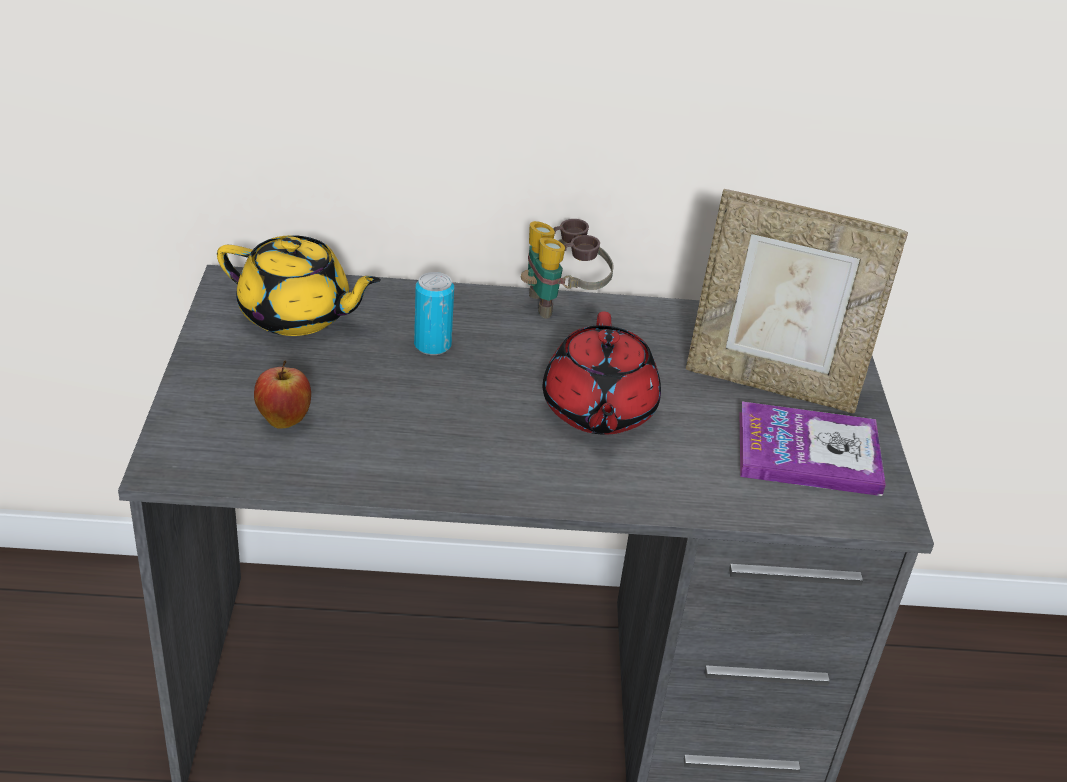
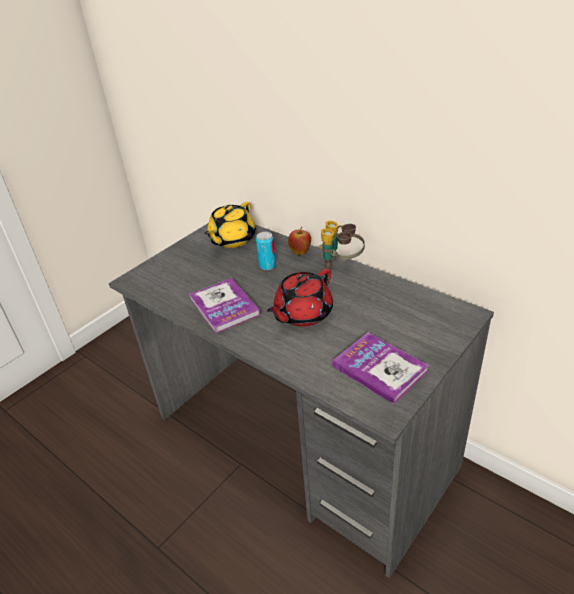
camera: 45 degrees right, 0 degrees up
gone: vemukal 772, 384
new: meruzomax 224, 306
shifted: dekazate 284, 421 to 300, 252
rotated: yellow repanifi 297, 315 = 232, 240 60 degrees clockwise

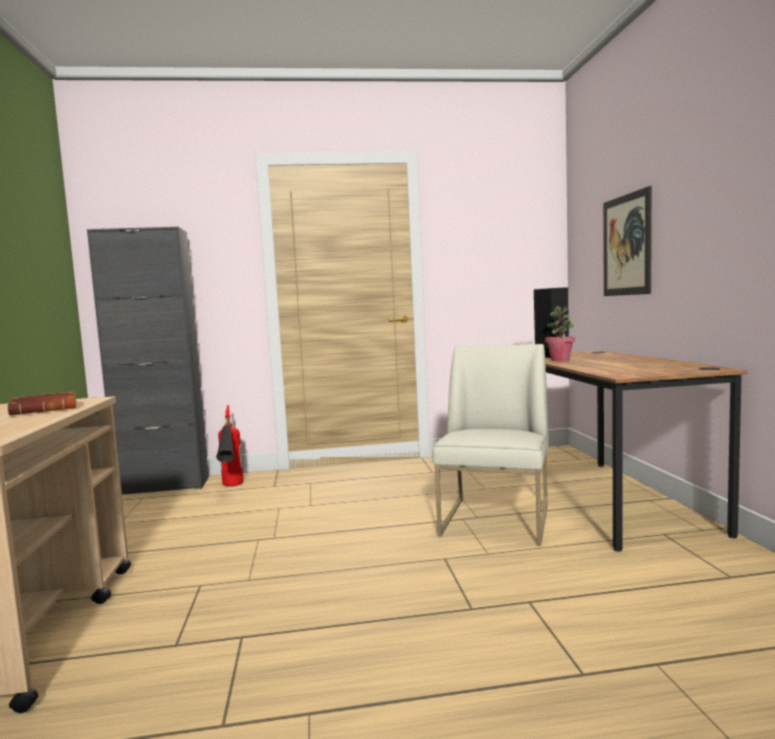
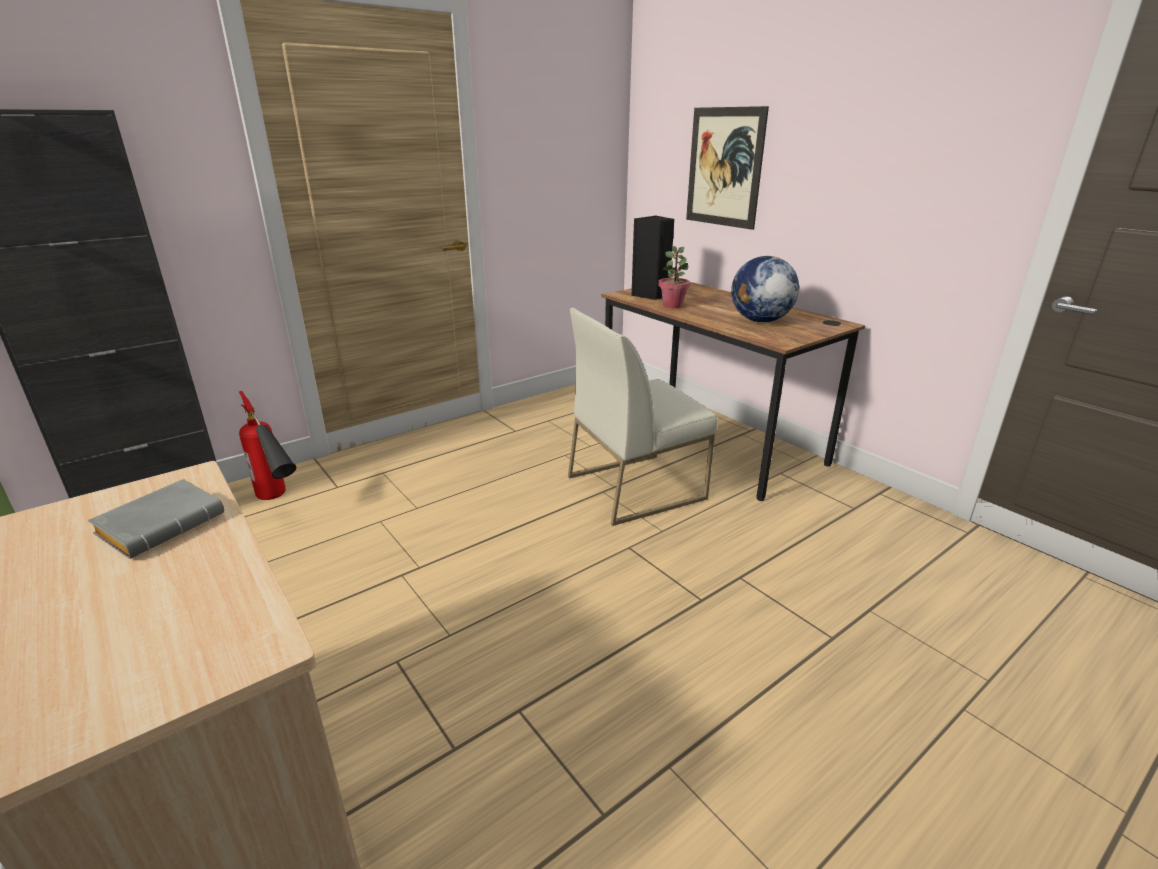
camera: 30 degrees left, 20 degrees up
new: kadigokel 759, 321
repainted: brown meruzomax 46, 409 to grey meruzomax 163, 524
rotated: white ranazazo 496, 520 = 636, 487 105 degrees counterclockwise

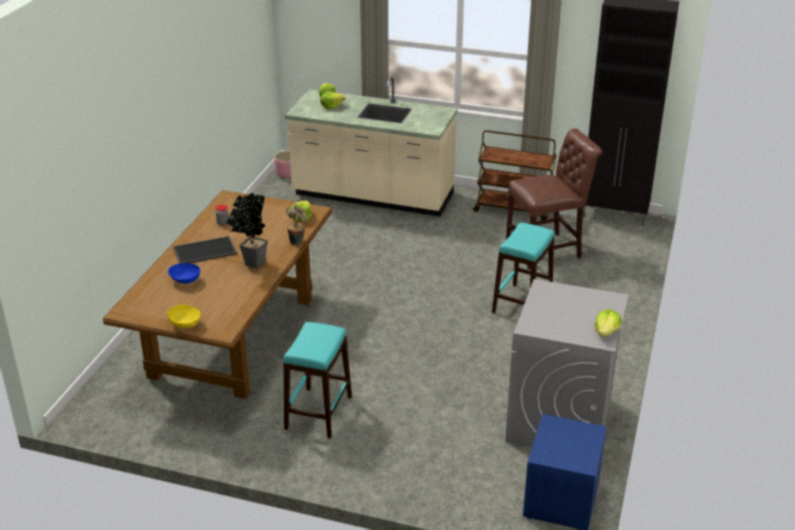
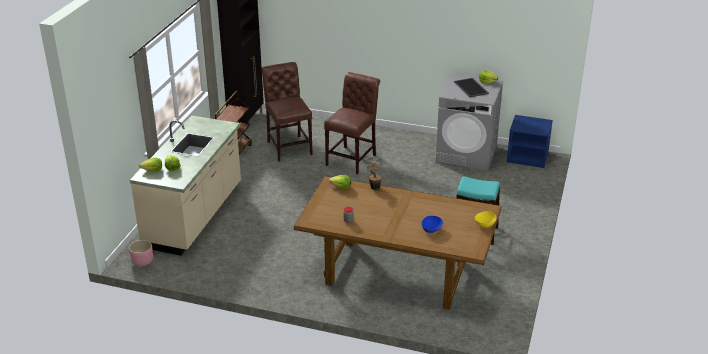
camera: 90 degrees left, 0 degrees up
gone: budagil 252, 264
shifted: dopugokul 204, 251 to 471, 88
swapped: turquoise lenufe 522, 303 to brown ranazazo 353, 158

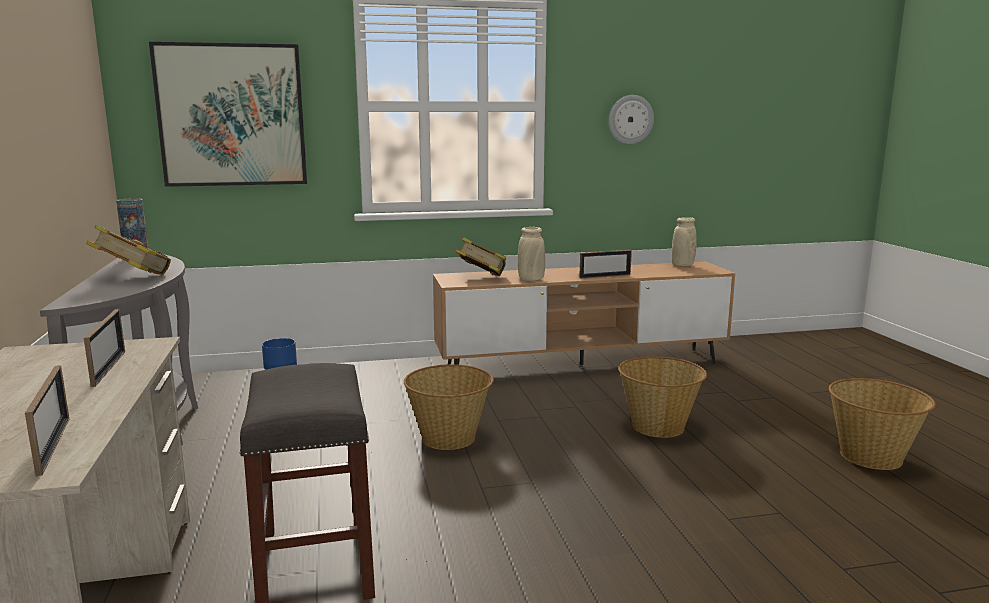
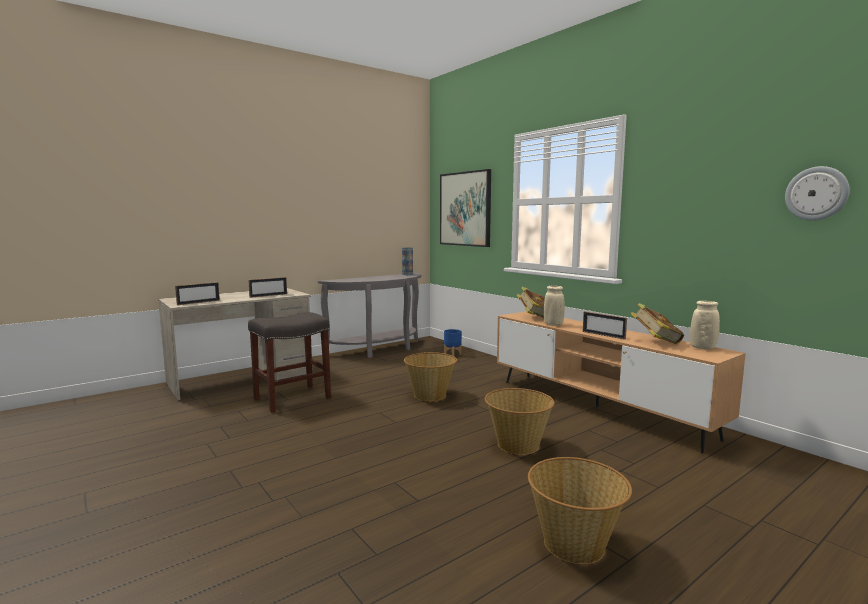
camera: 65 degrees right, 5 degrees down
shifted: meruzomax 133, 278 to 655, 341; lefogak 630, 119 to 816, 193

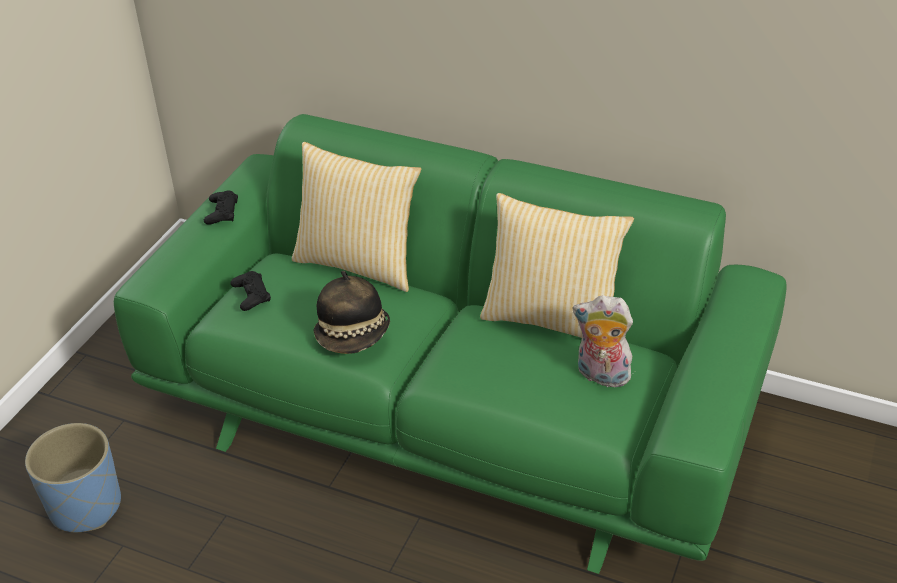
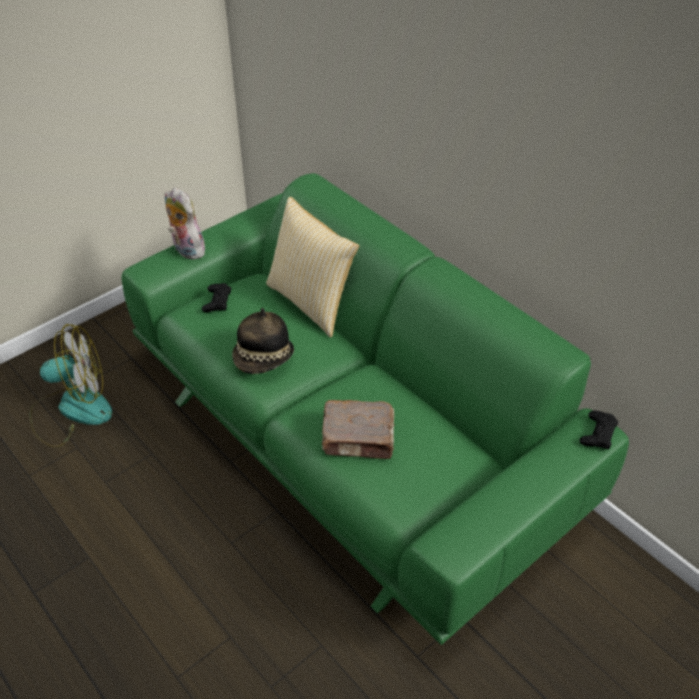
camera: 25 degrees right, 5 degrees up
gone: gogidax 552, 318
new: brown meruzomax 359, 439
shifted: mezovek 600, 376 to 186, 250; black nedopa 221, 212 to 598, 433
swapped: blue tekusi 85, 506 to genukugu 72, 410

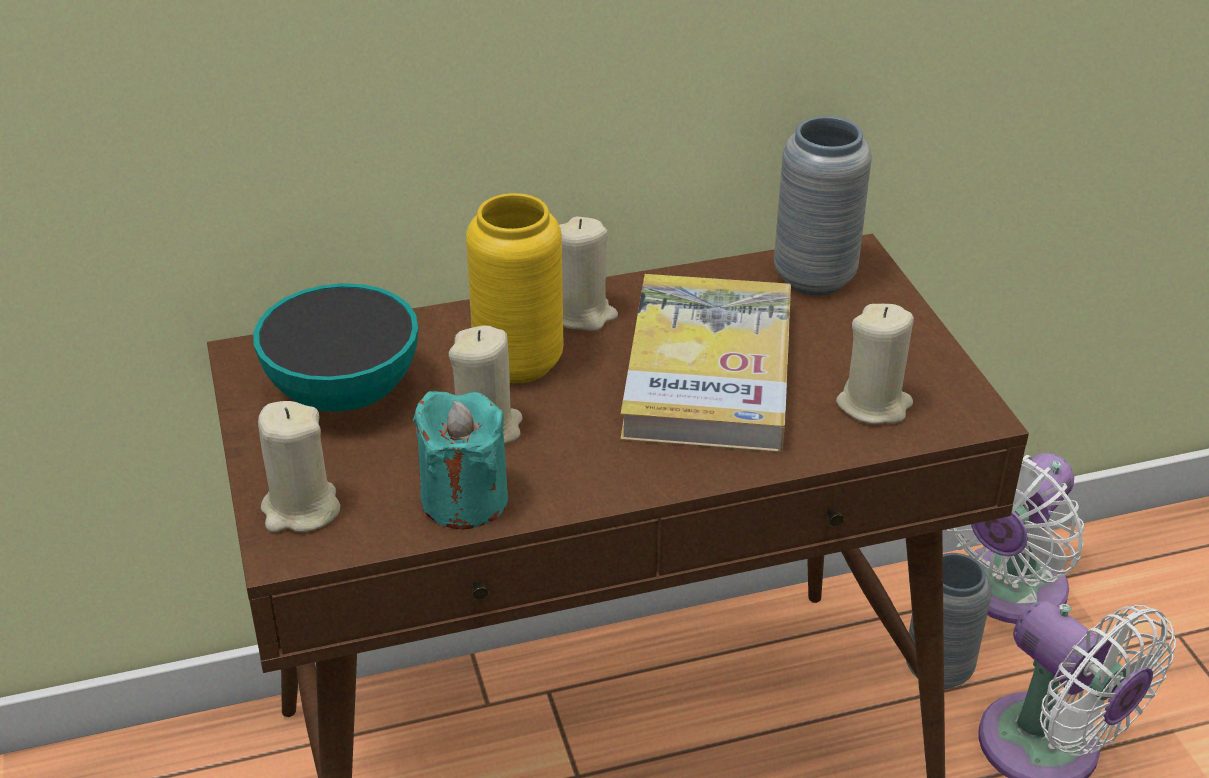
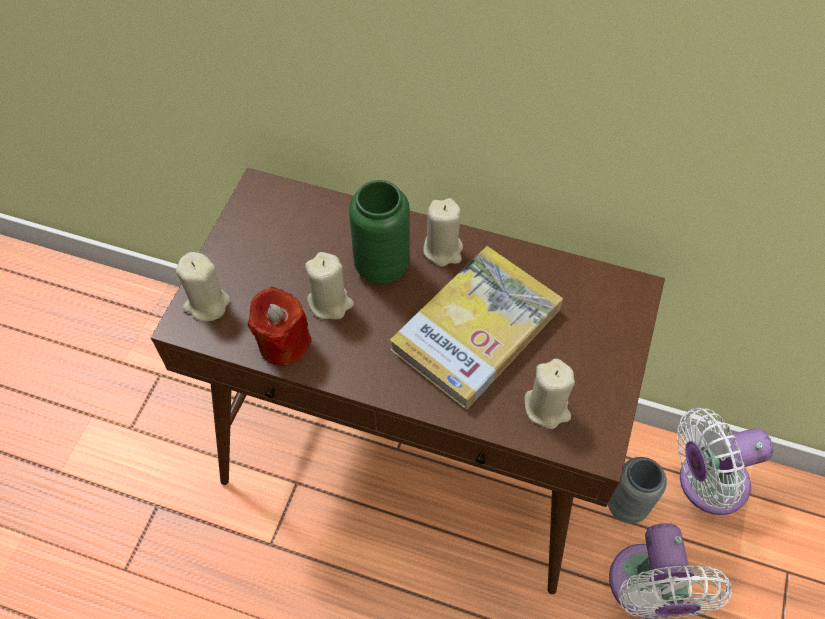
camera: 35 degrees right, 20 degrees up
gone: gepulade 344, 394; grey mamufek 814, 278
repainted: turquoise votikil 464, 500 to red votikil 283, 343; yellow mamufek 518, 363 to green mamufek 382, 266

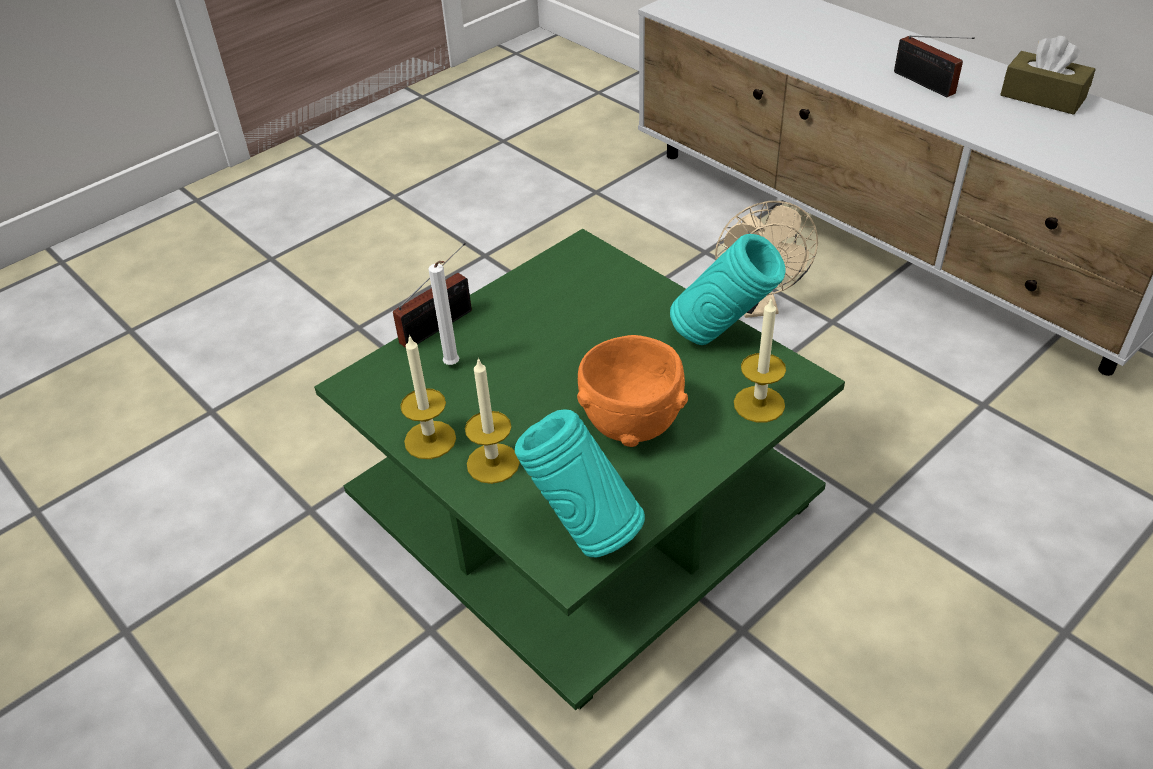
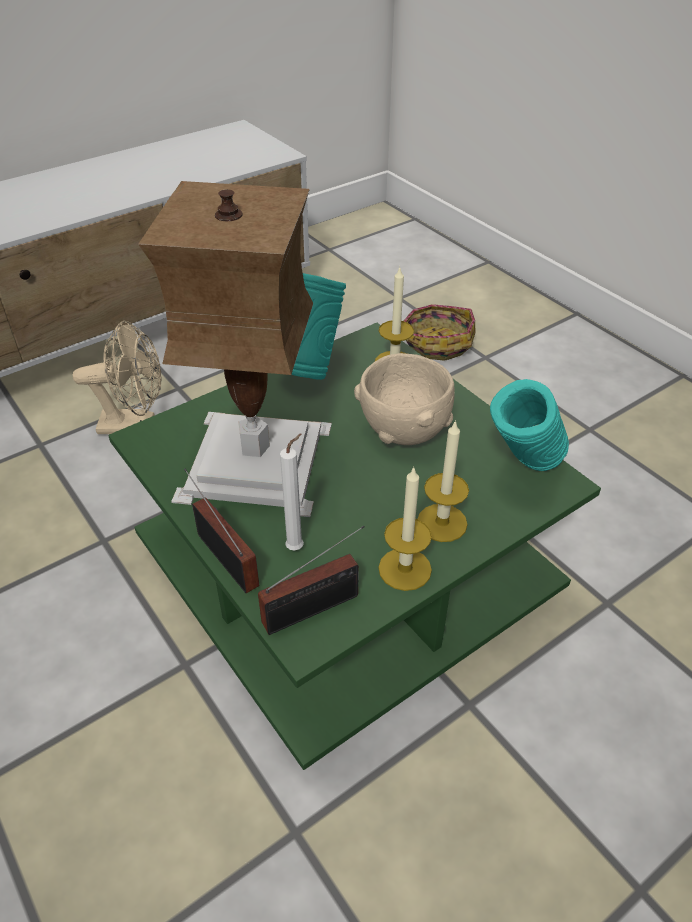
camera: 85 degrees left, 0 degrees up
gone: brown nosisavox 1042, 97
new: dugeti 253, 458; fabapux 436, 342
shifted: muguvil 926, 84 to 316, 608
repainted: orange gepulade 632, 423 to beige gepulade 404, 431

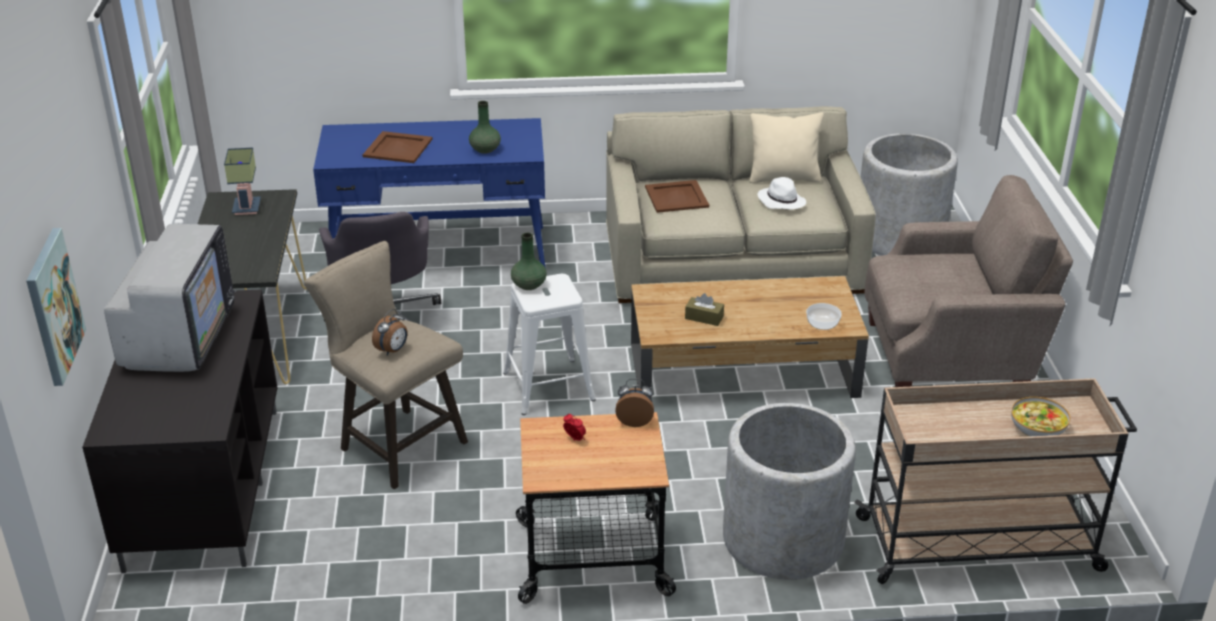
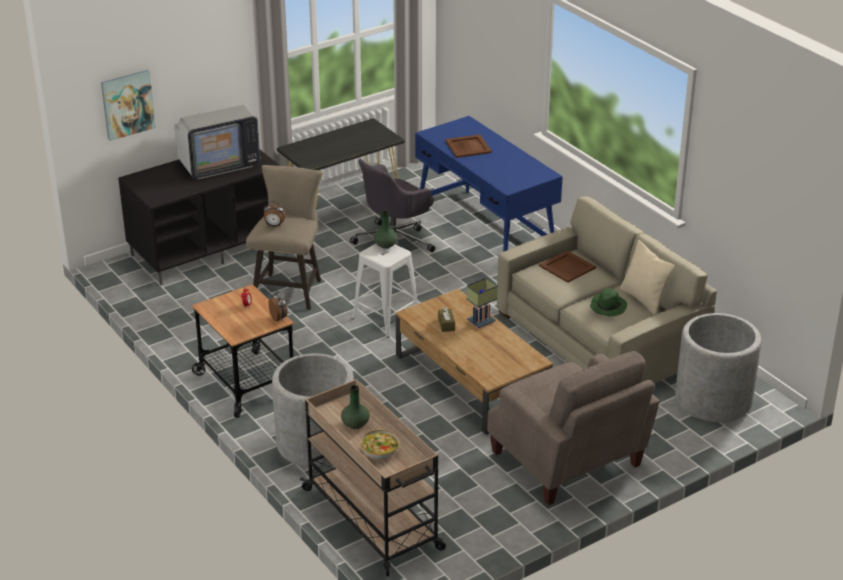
camera: 60 degrees right, 0 degrees up
gone: gepulade 823, 324
shifted: green mamufek 485, 149 to 355, 424; dugeti 245, 207 to 481, 321
repainted: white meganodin 781, 201 to green meganodin 607, 307

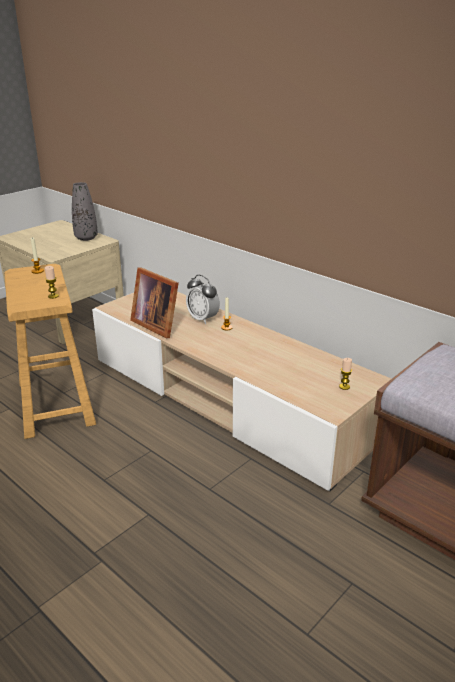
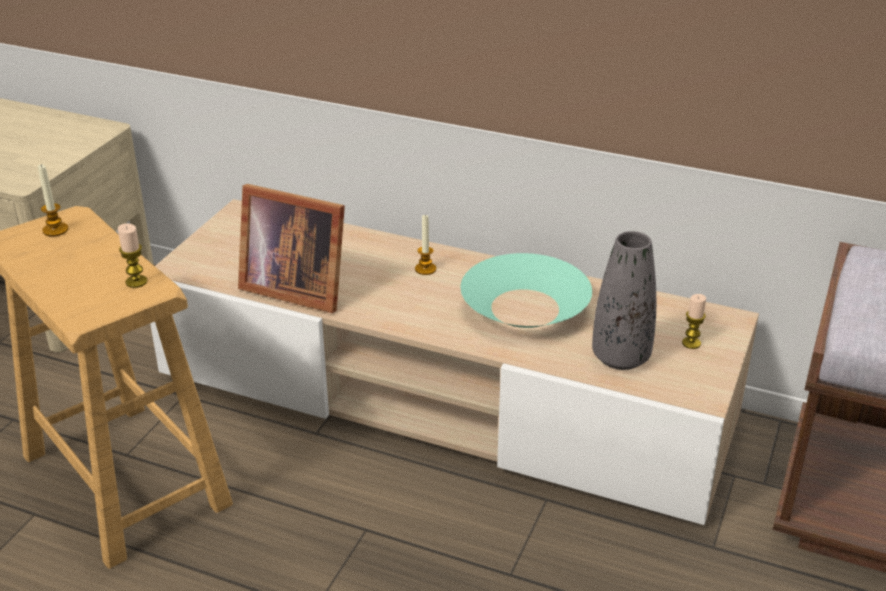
camera: 20 degrees left, 5 degrees up
gone: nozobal 203, 319
new: turquoise gepulade 525, 307
shifted: grey mamufek 86, 238 to 620, 358

